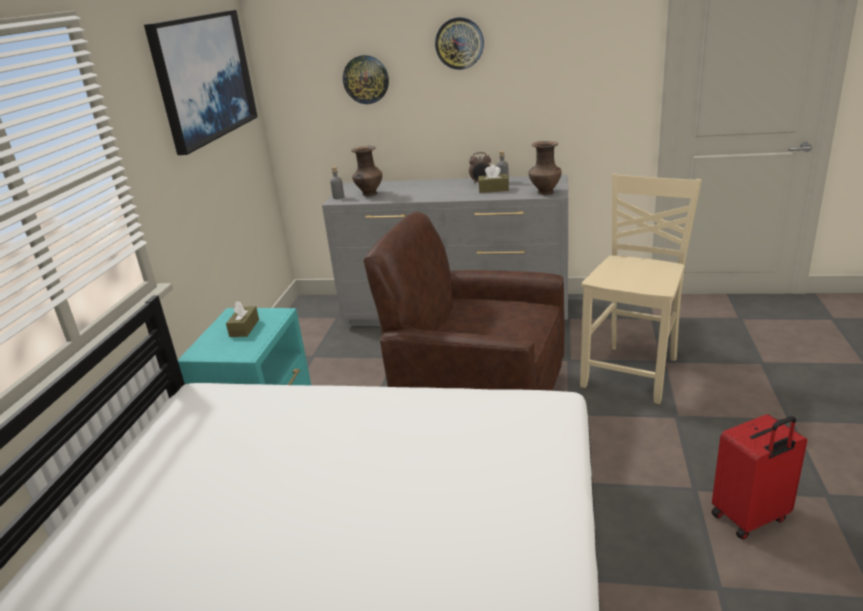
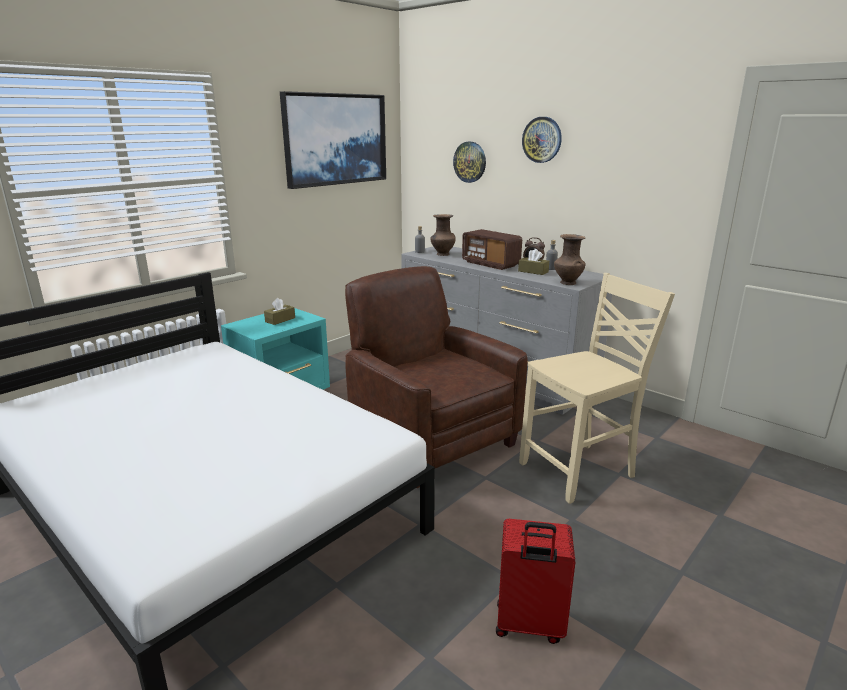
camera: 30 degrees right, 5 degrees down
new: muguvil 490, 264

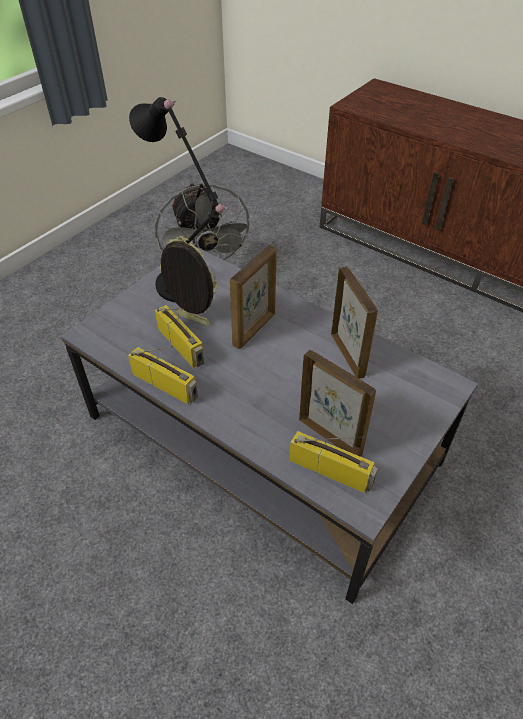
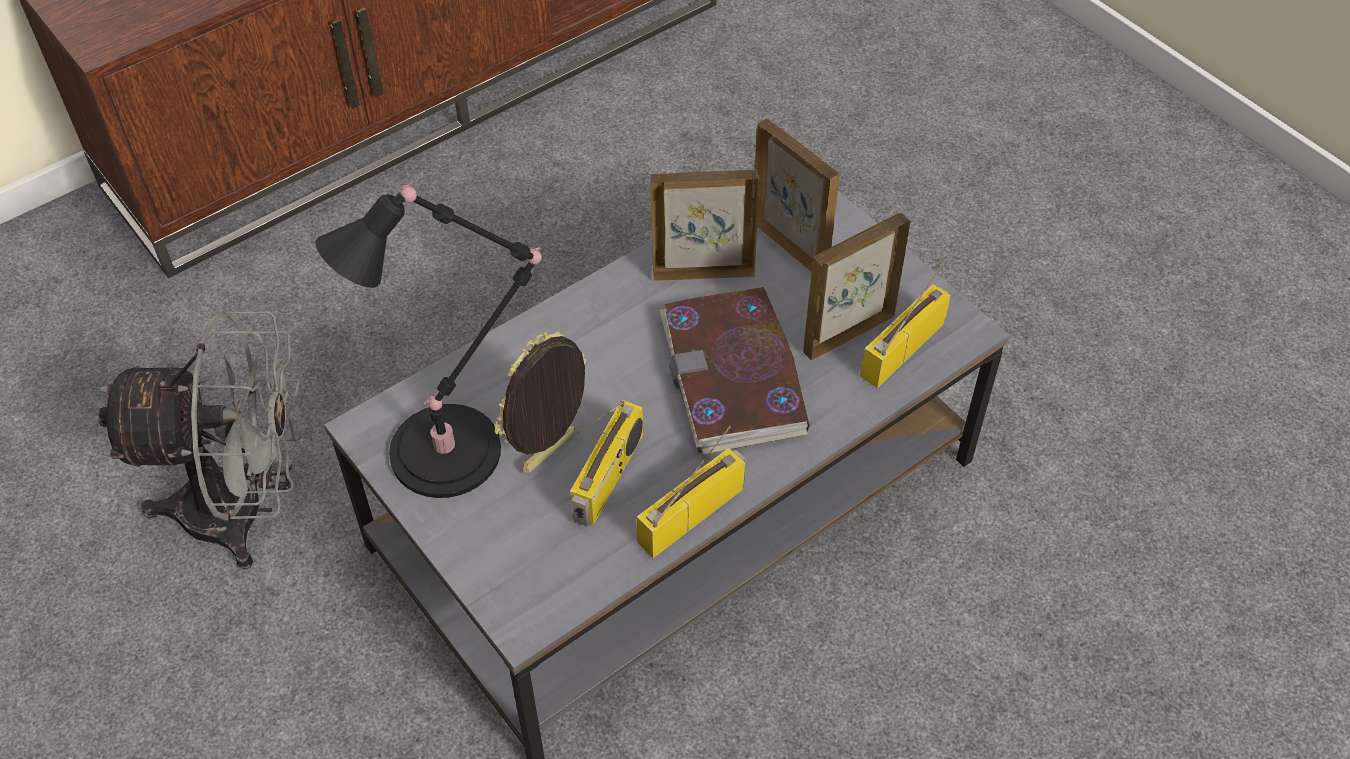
camera: 75 degrees left, 5 degrees up
new: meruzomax 734, 375
shifted: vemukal 255, 329 to 790, 246
rotated: muguvil 182, 345 = 609, 478 135 degrees clockwise

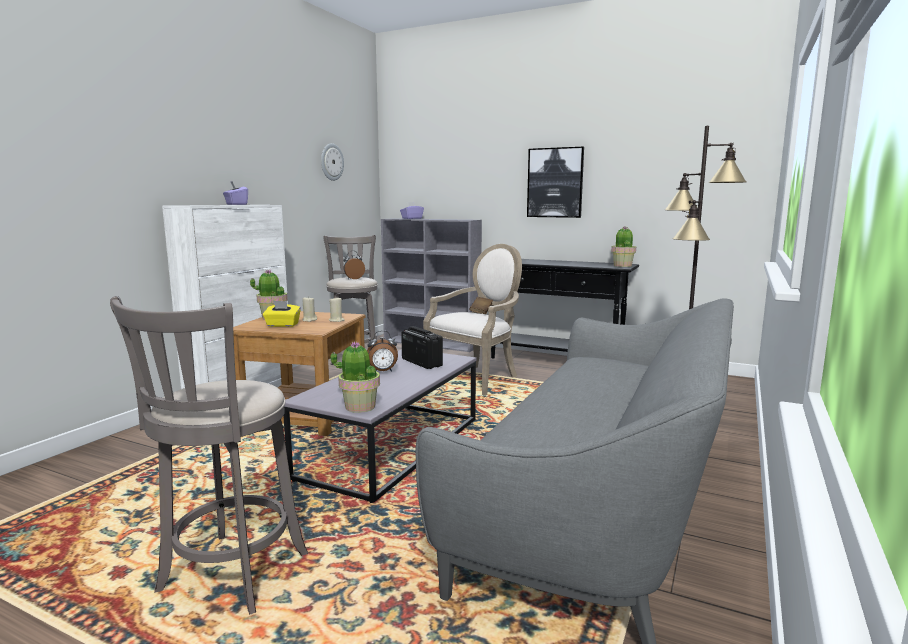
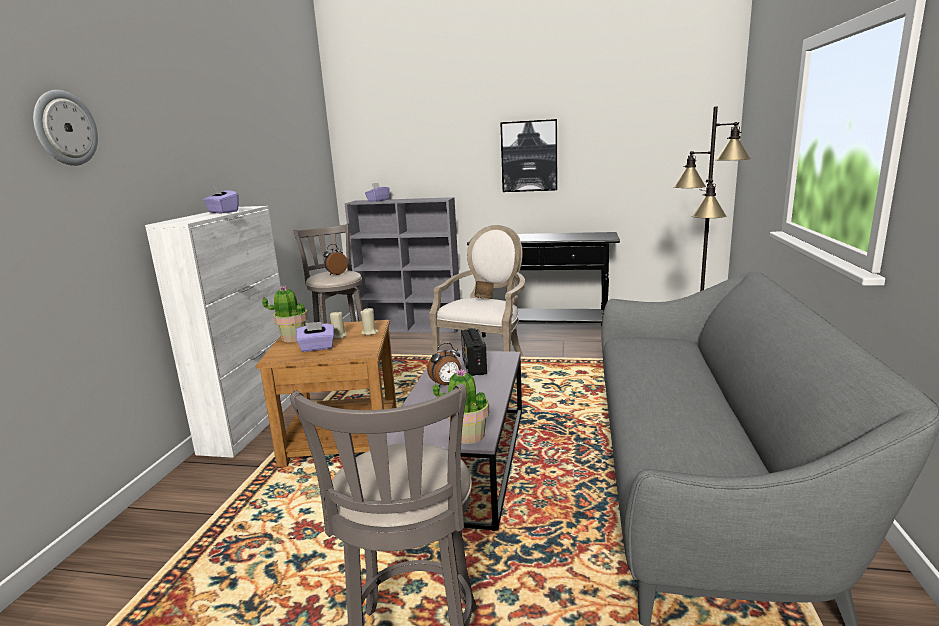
camera: 15 degrees left, 5 degrees up
gone: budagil 622, 266
shifted: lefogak 331, 162 to 65, 128
repainted: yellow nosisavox 282, 325 to purple nosisavox 317, 348
rotated: muguvil 421, 362 = 474, 366 135 degrees counterclockwise

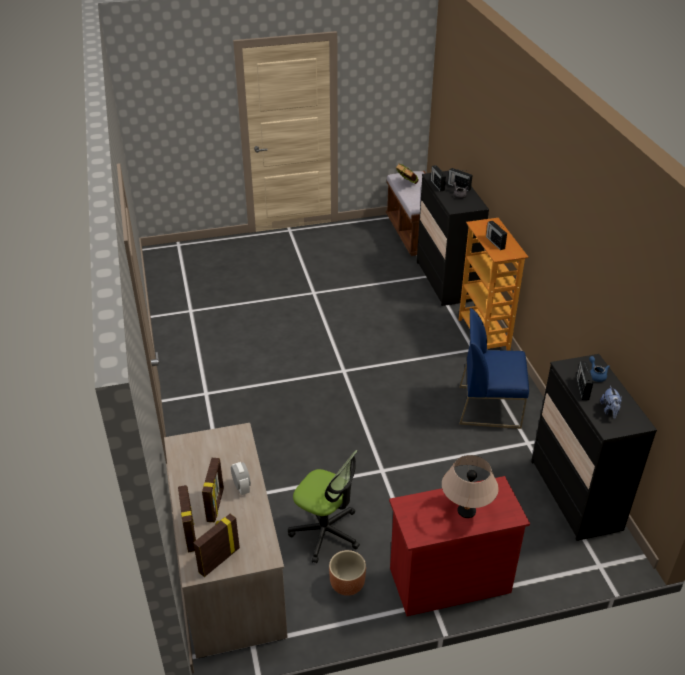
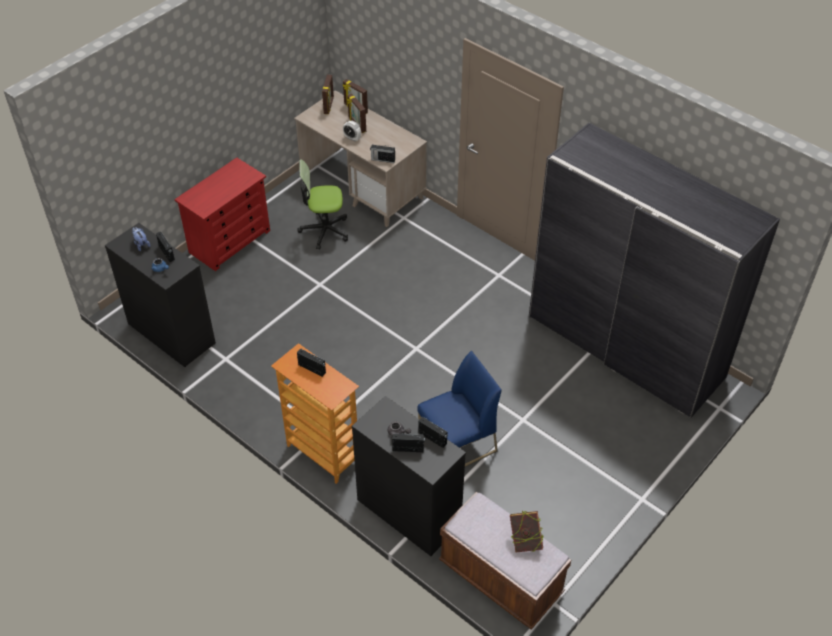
camera: 145 degrees right, 10 degrees up
gone: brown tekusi 347, 585; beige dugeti 466, 511
new: muguvil 382, 159; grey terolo 625, 347
shifted: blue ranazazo 490, 406 to 457, 444

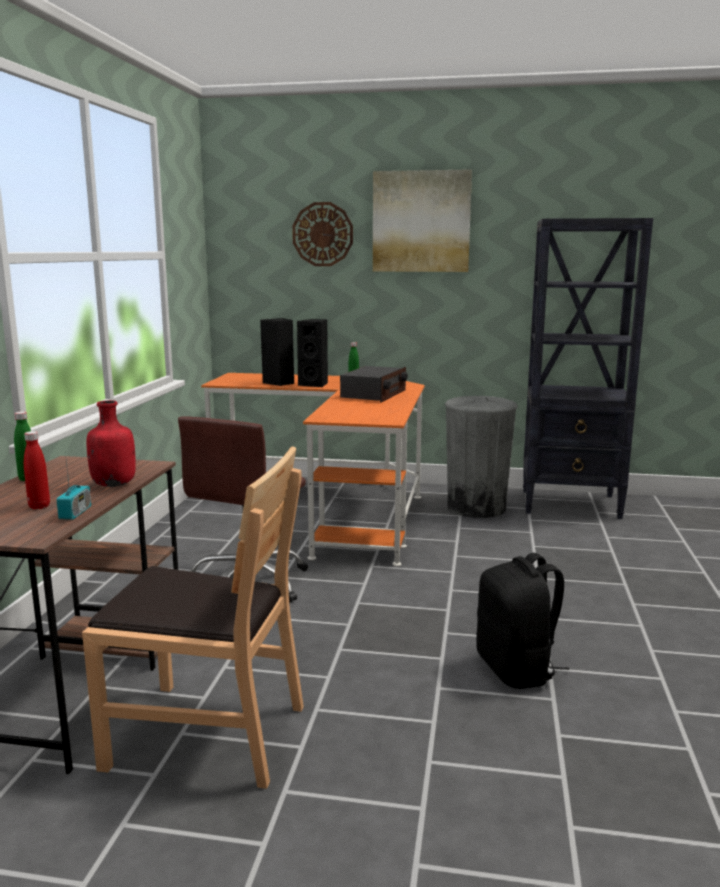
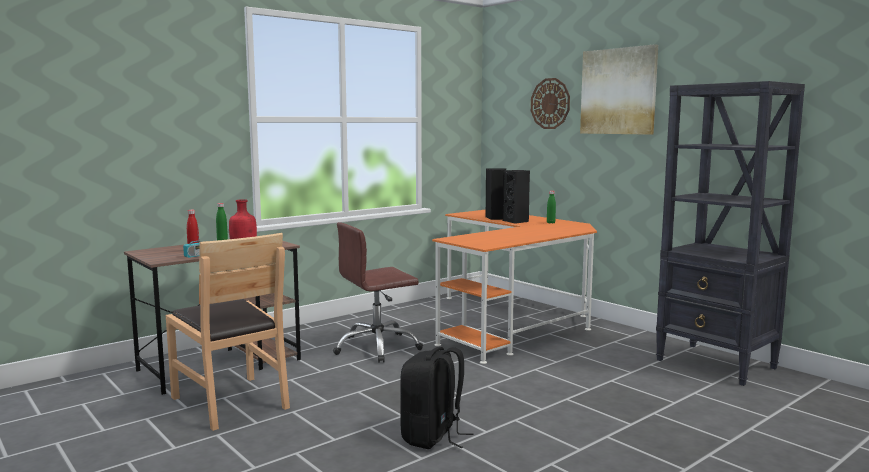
camera: 40 degrees right, 5 degrees down
gone: muguvil 374, 394; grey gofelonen 476, 507

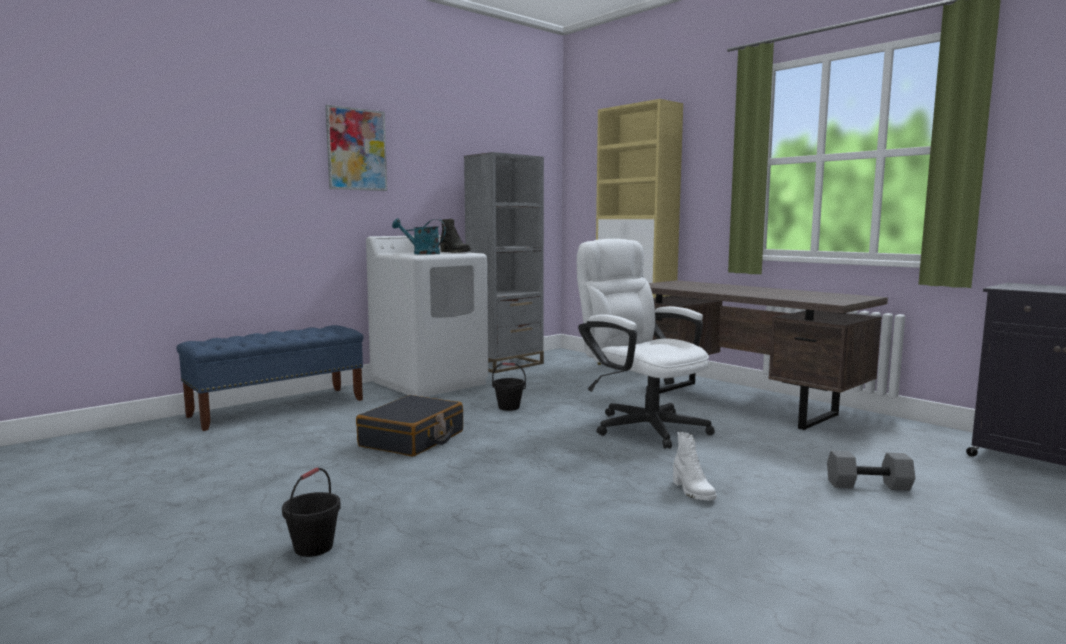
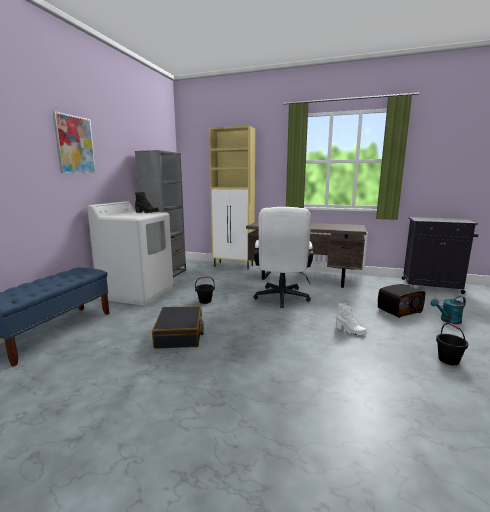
camera: 30 degrees left, 5 degrees up
shifted: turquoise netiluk 421, 253 to 448, 320; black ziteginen 314, 547 to 448, 360
swapped: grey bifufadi 868, 485 to muguvil 399, 310
rotated: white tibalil 641, 425 = 281, 299 105 degrees counterclockwise

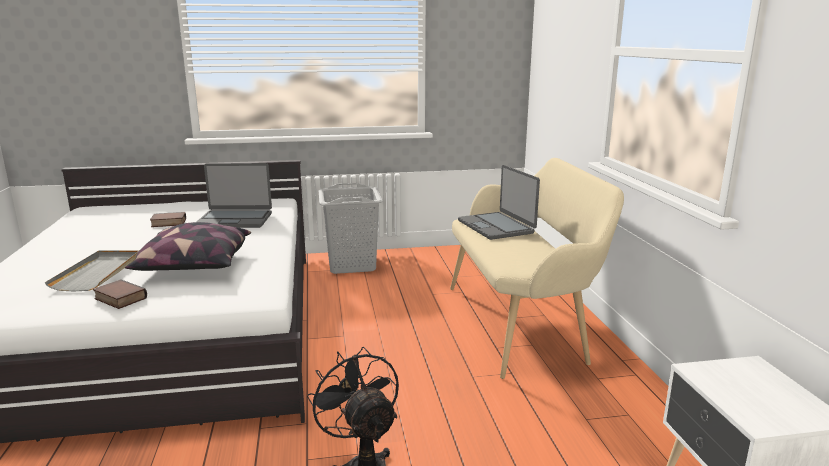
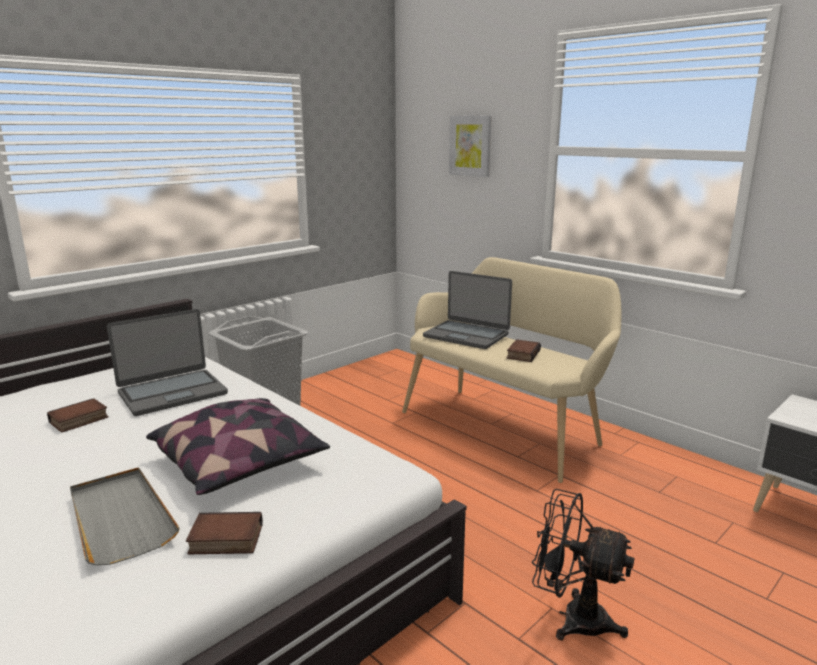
camera: 35 degrees left, 0 degrees up
new: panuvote 470, 146; meruzomax 522, 354

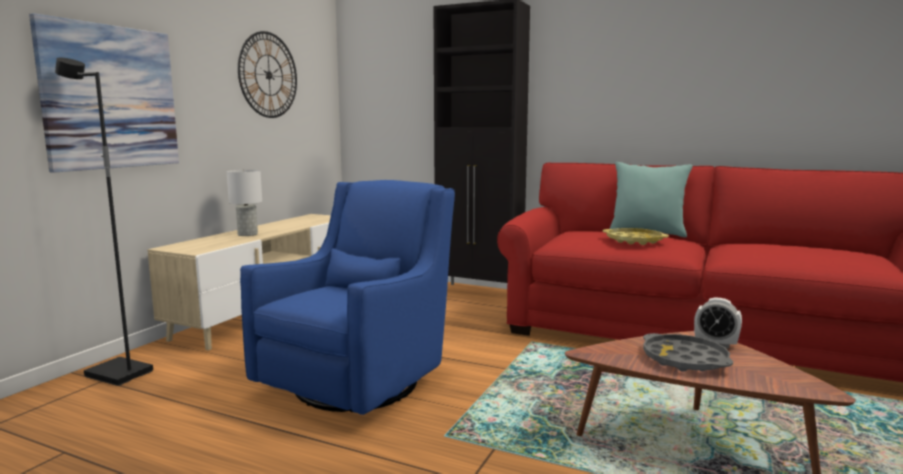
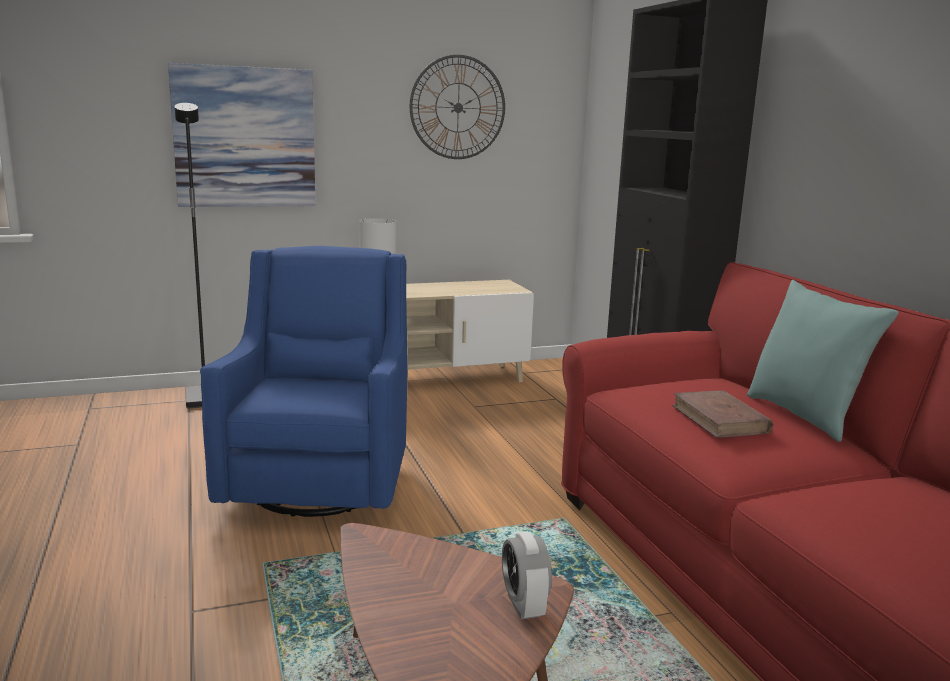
camera: 45 degrees right, 5 degrees up
gone: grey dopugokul 684, 360
swapped: yellow dopugokul 634, 241 to brown meruzomax 720, 419
rotated: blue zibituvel 360, 381 = 320, 480 75 degrees counterclockwise

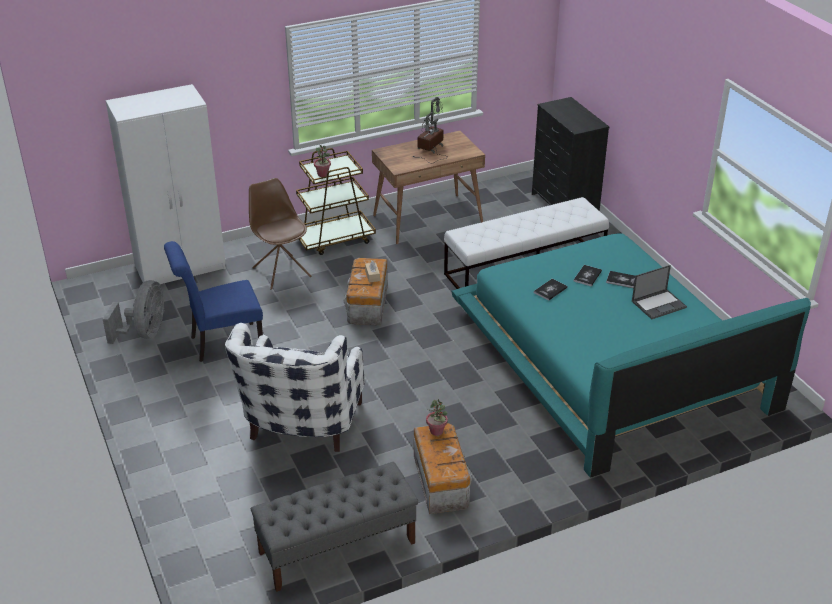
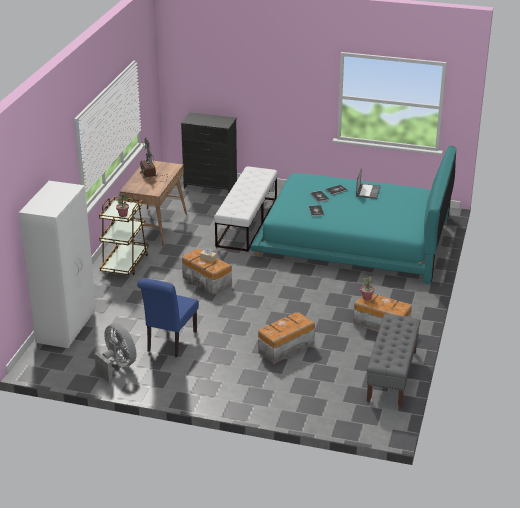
camera: 50 degrees left, 5 degrees down
gone: brown ranazazo 281, 271
swapped: white zibituvel 301, 428 to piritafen 285, 348

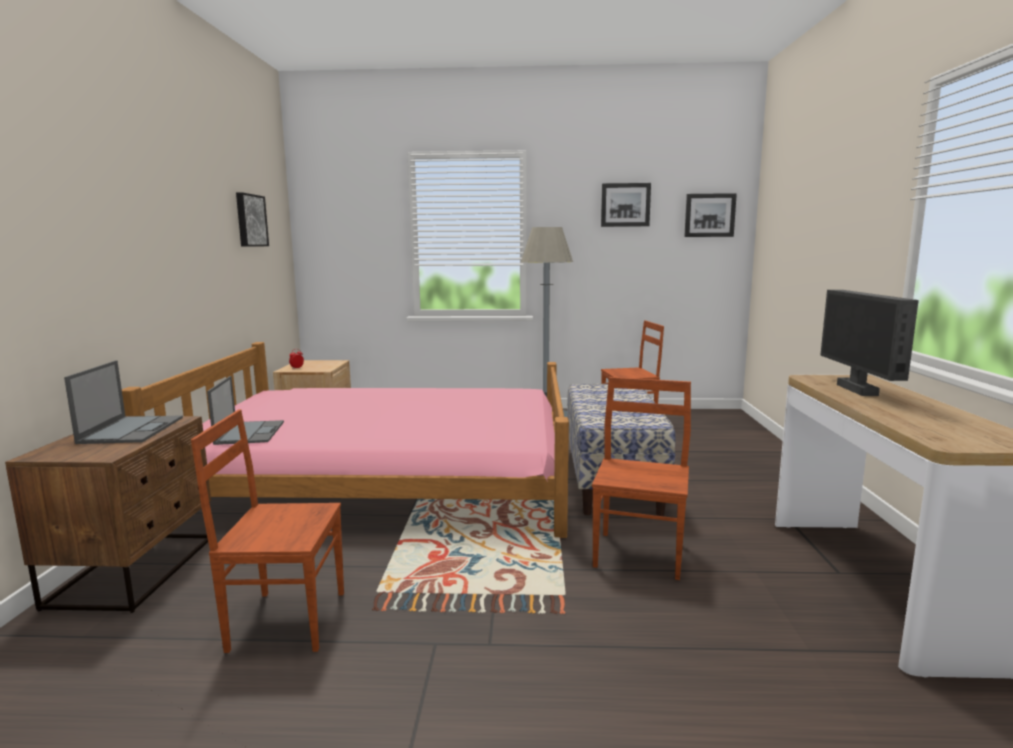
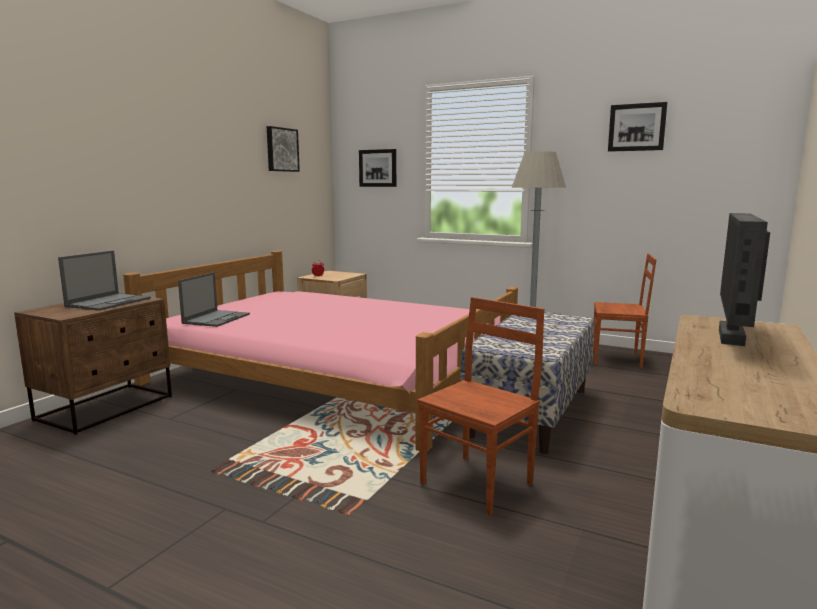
camera: 25 degrees right, 0 degrees up
gone: brown ranazazo 286, 619
shifted: panuvote 709, 215 to 378, 168

